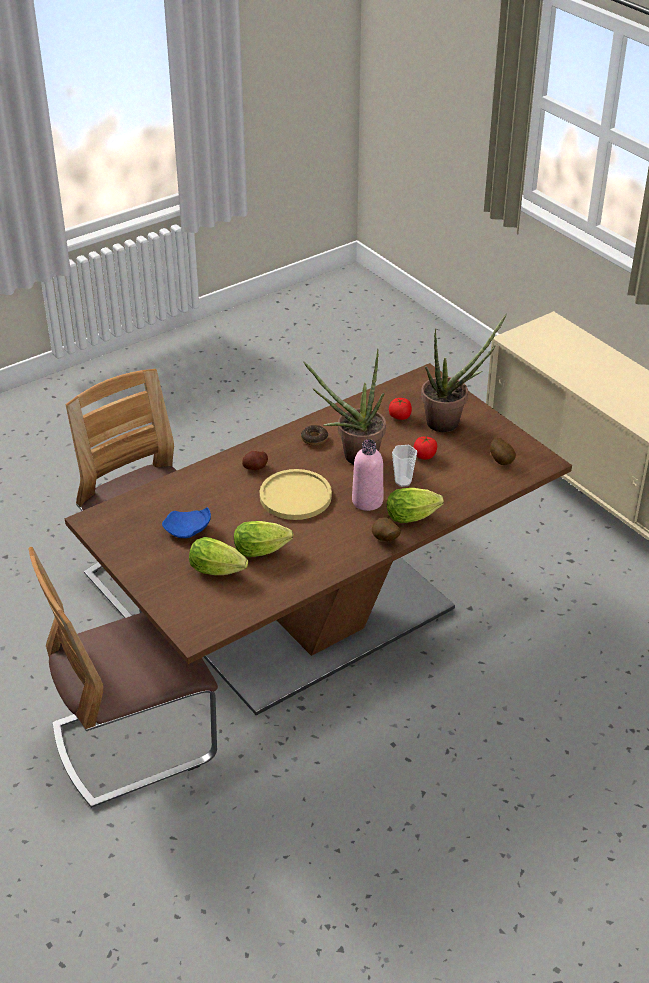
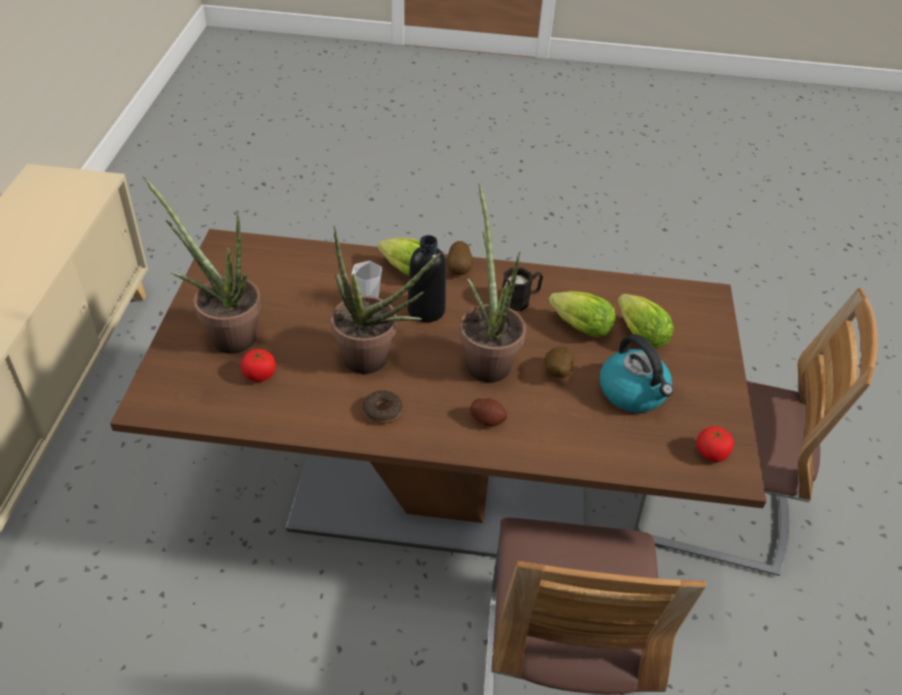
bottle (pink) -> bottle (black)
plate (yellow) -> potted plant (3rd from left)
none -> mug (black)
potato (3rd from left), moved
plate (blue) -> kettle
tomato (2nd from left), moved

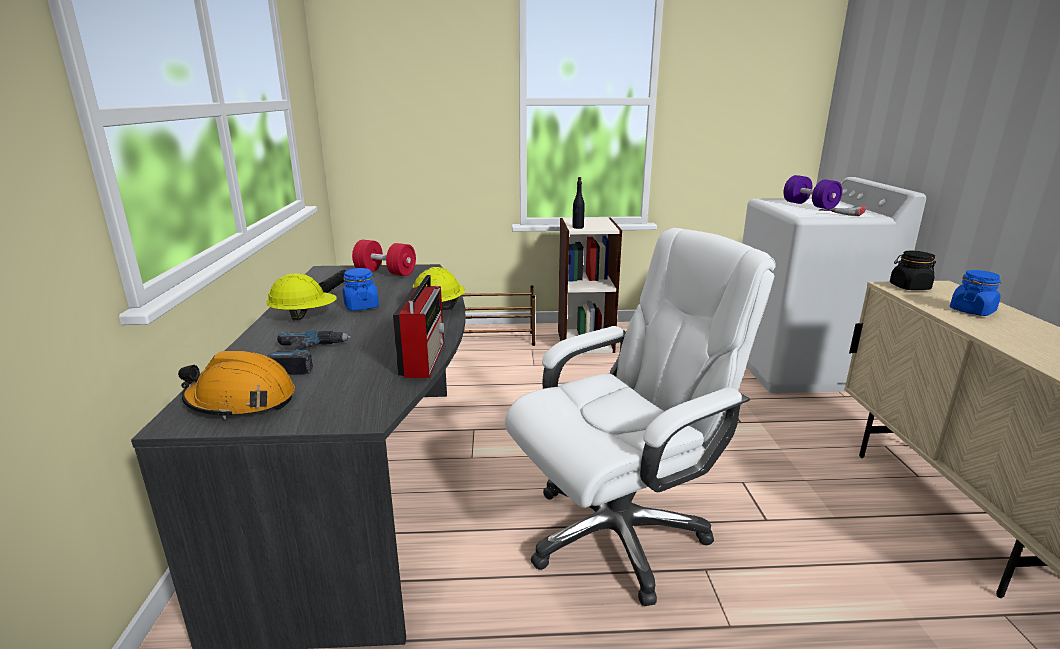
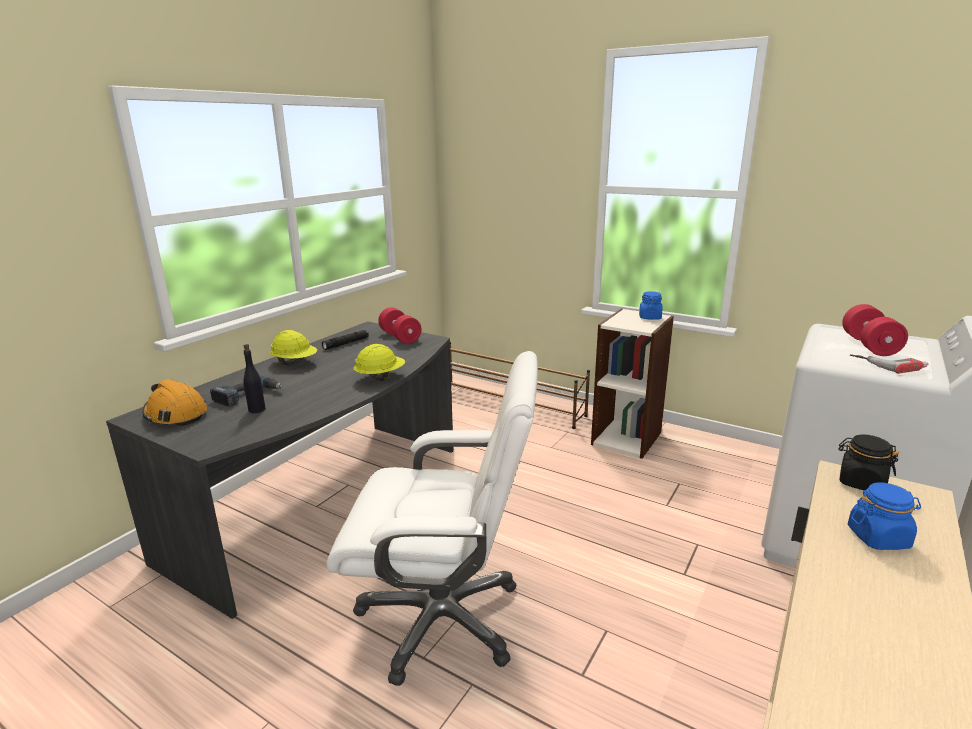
bottle (black), moved
jar (blue) (1st from left), moved
dumbbell (purple) -> dumbbell (red) (2nd from left)
radio -> none

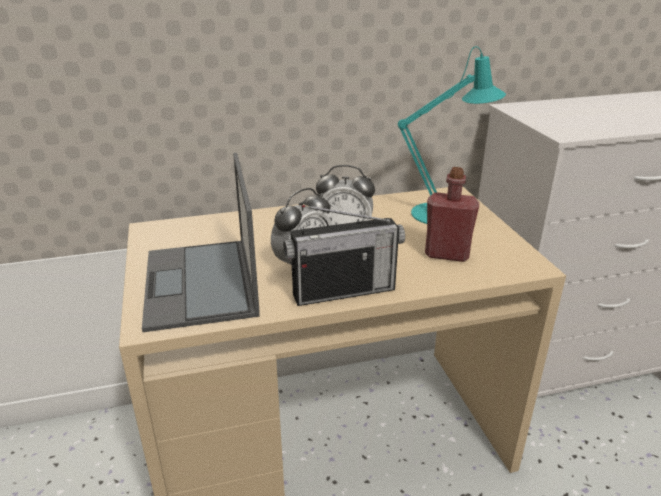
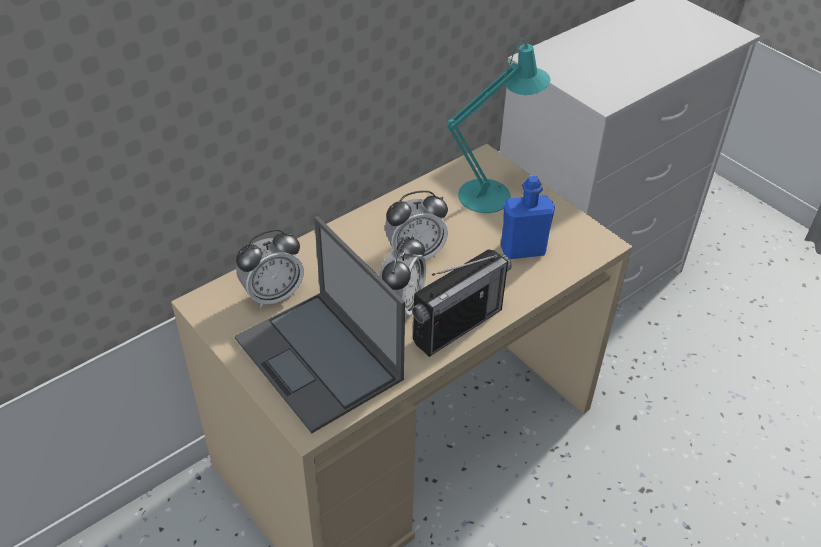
none -> alarm clock (1st from left)
bottle (red) -> bottle (blue)

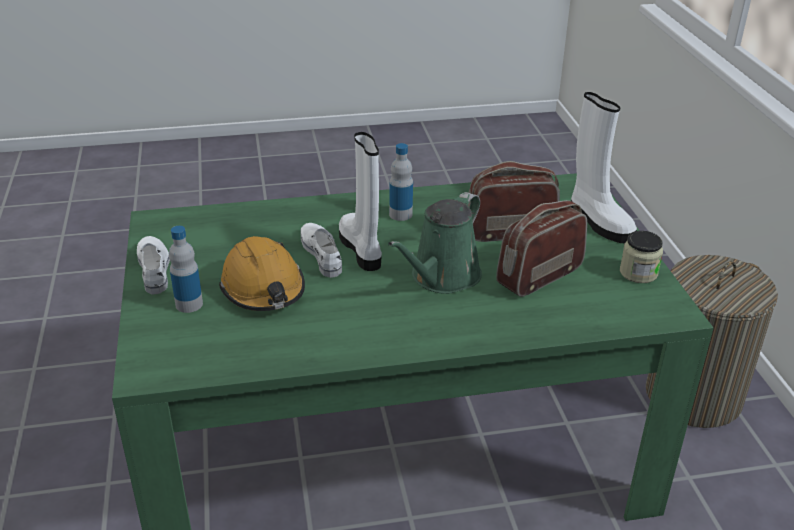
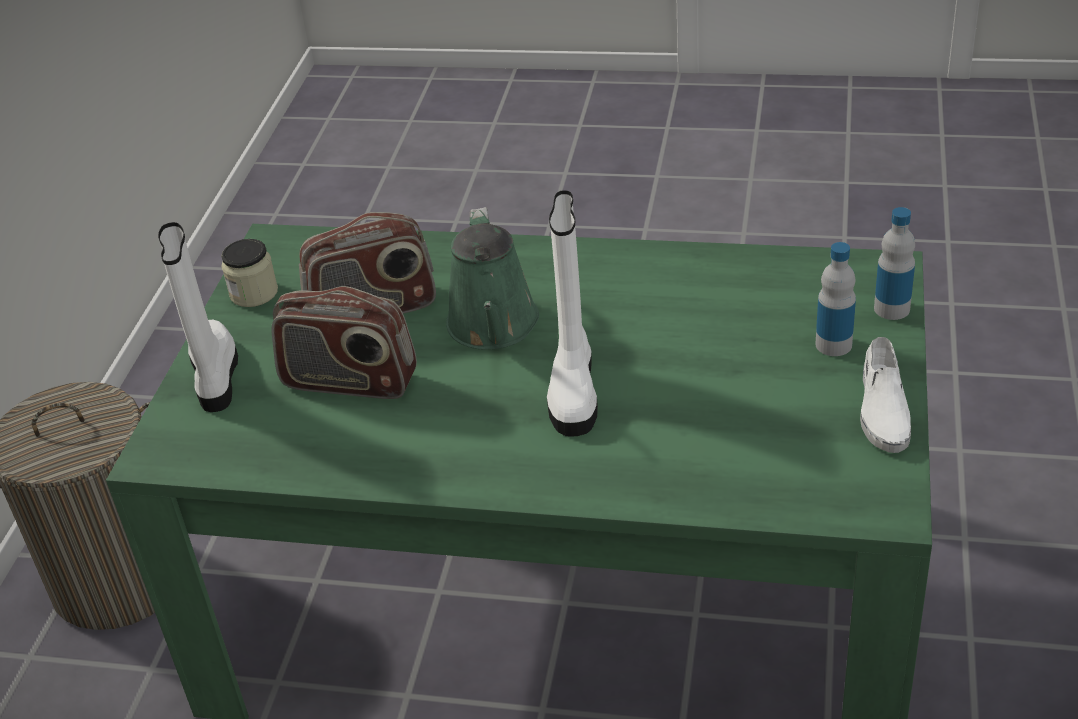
watering can (green), 120 degrees clockwise
bottle (2nd from left), moved
hard hat (orange) -> none
shoe (white) (2nd from left) -> none

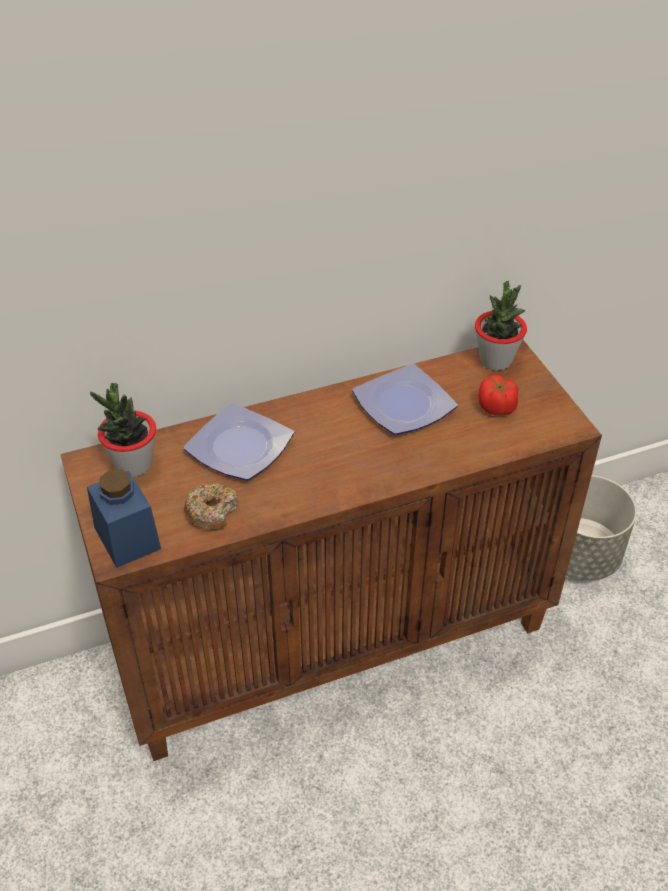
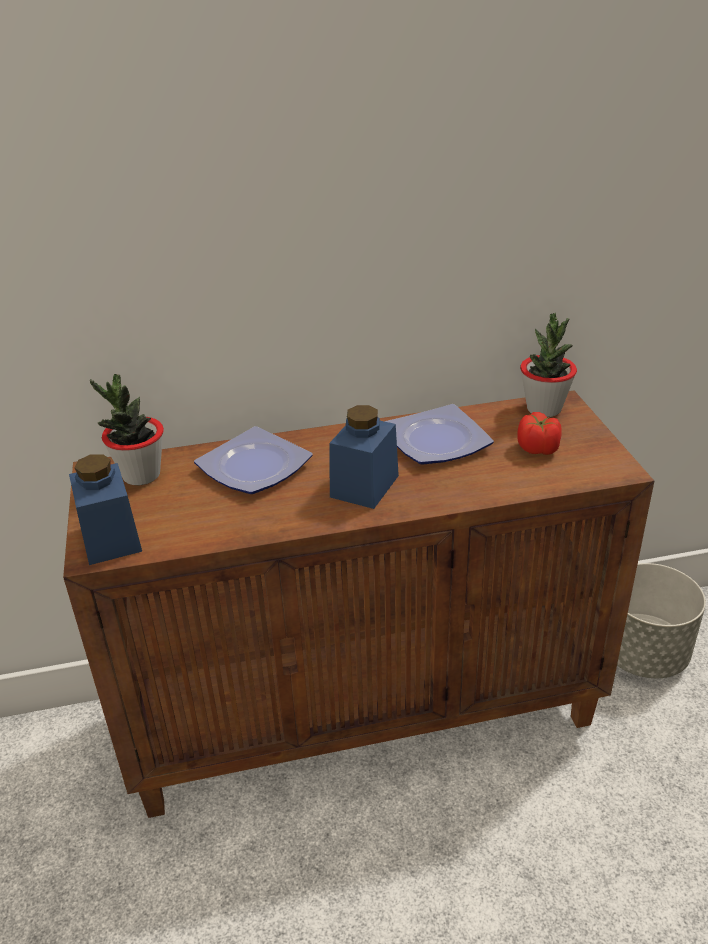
none -> jar (blue) (2nd from left)
donut -> none

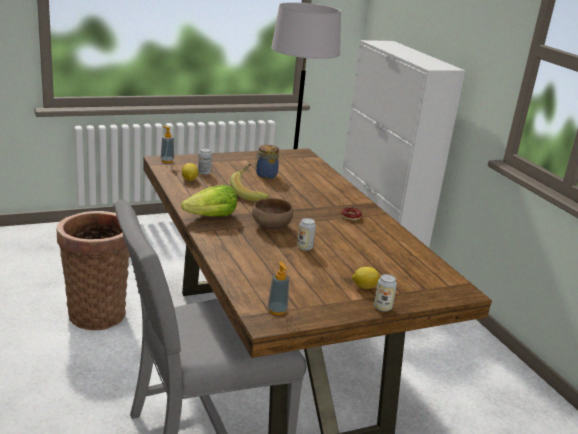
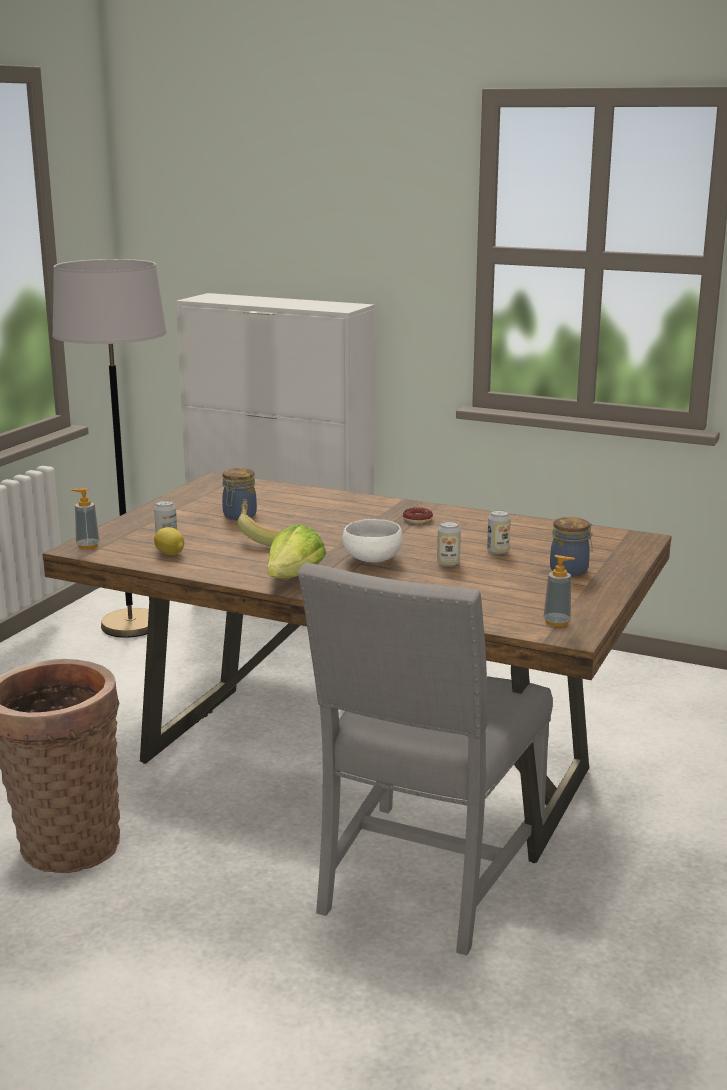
bowl (brown) -> bowl (white)
can (3rd from left), moved
lemon (2nd from left) -> jar (2nd from left)

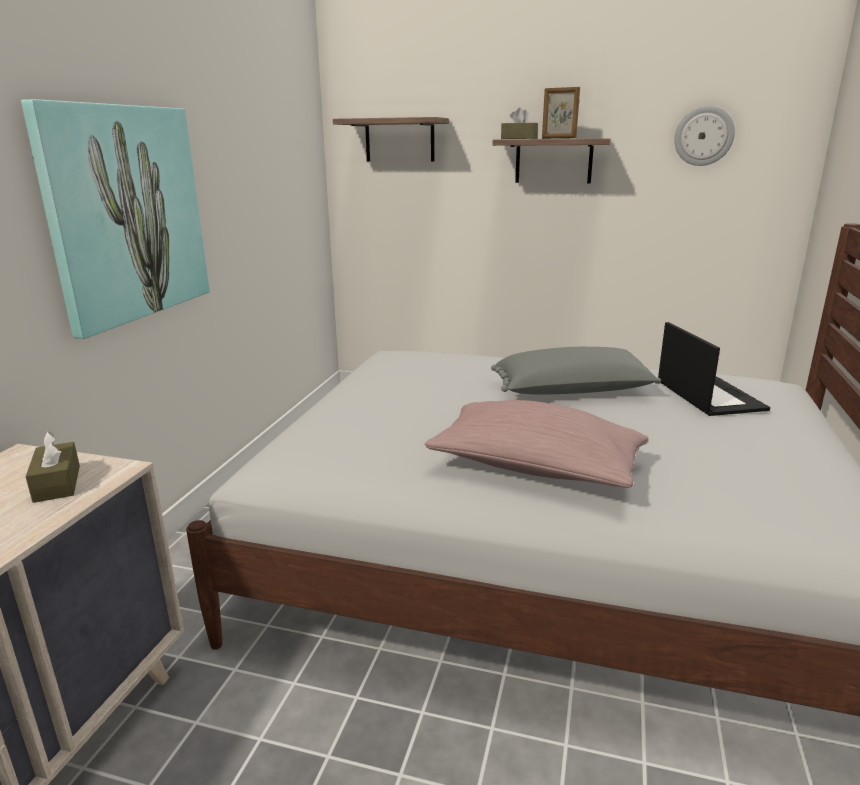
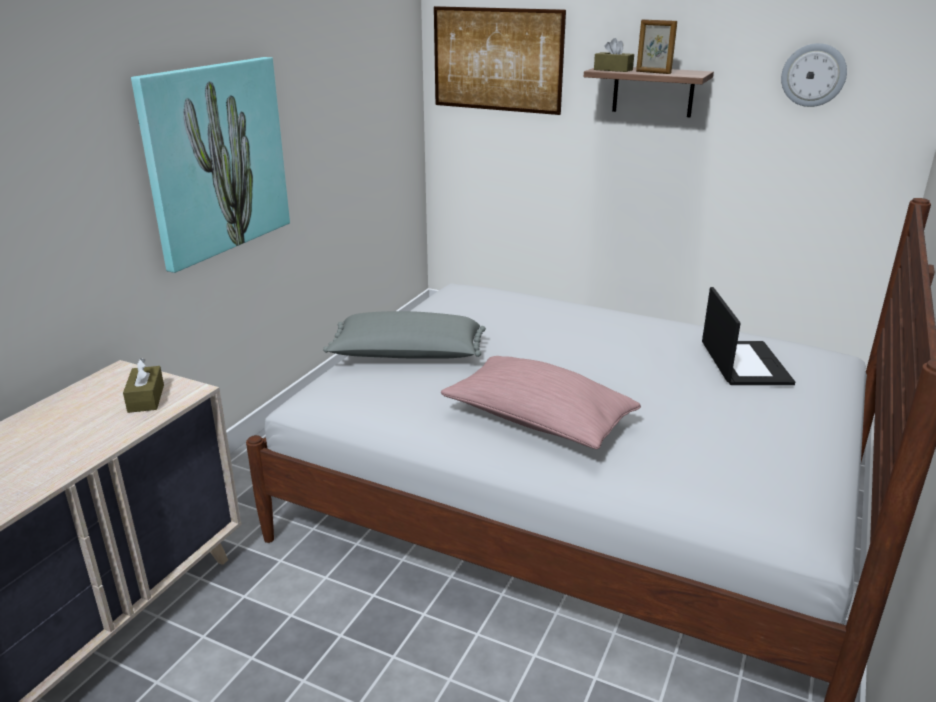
pillow (grey), moved
shelf (1st from left) -> picture (2nd from left)

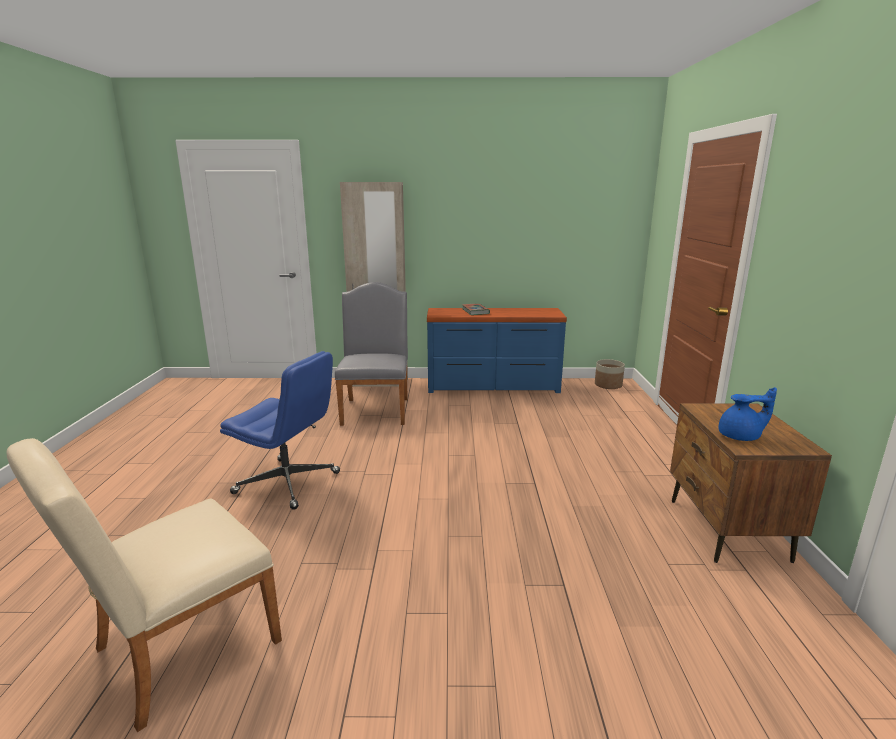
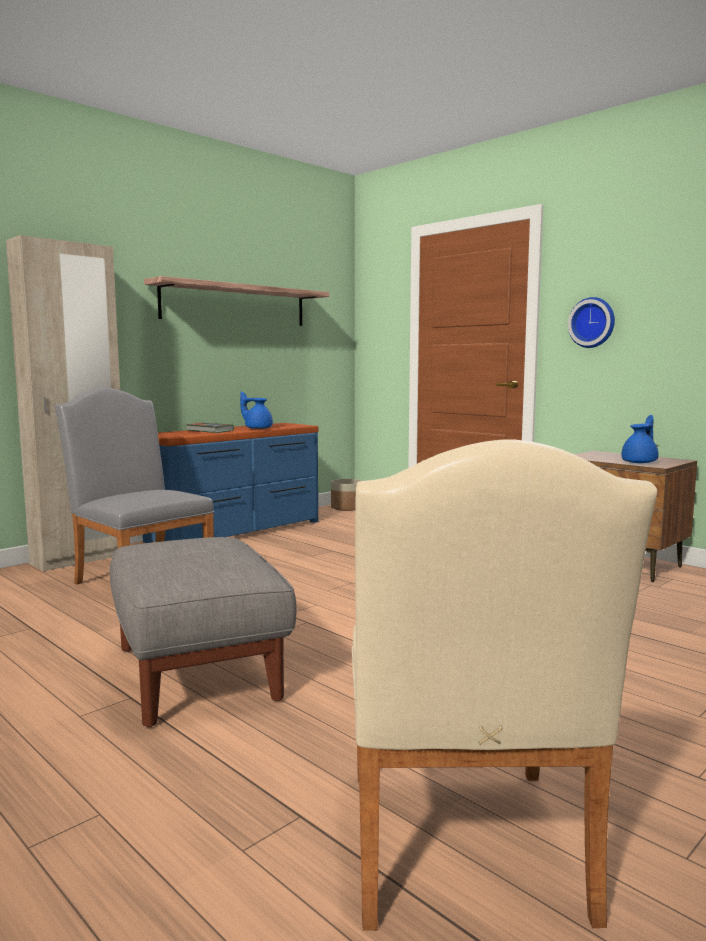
office chair (blue) -> ottoman (grey)
none -> shelf
none -> teapot (blue) (1st from left)
none -> wall clock

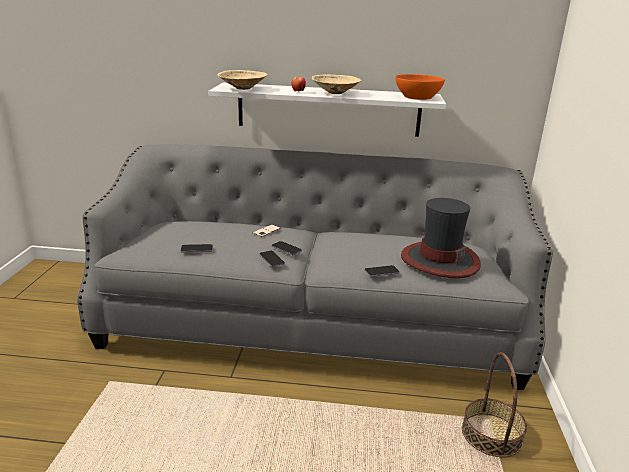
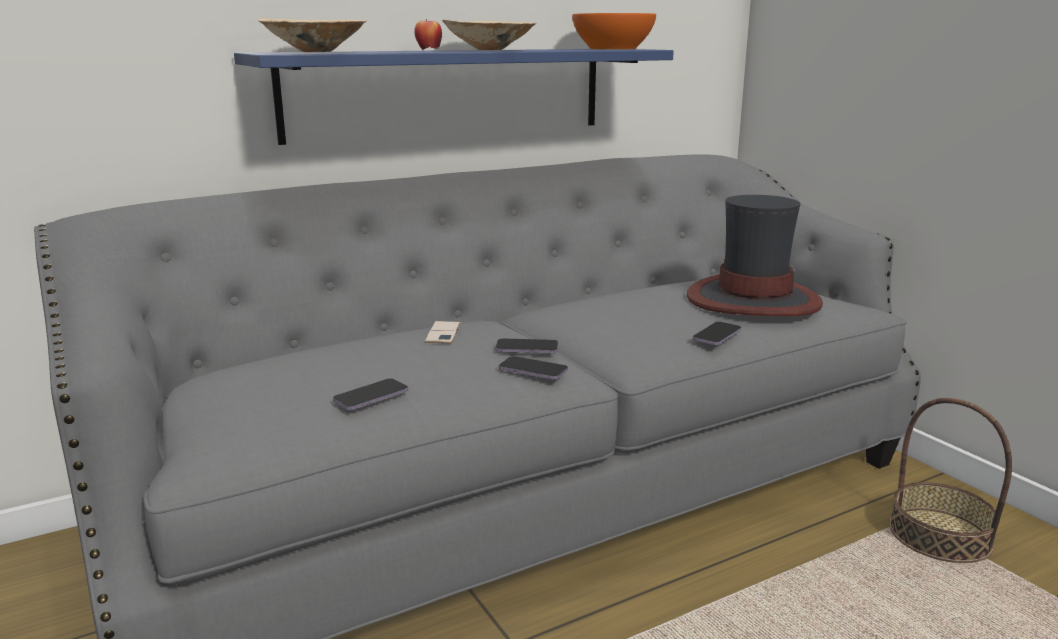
shelf (white) -> shelf (blue)

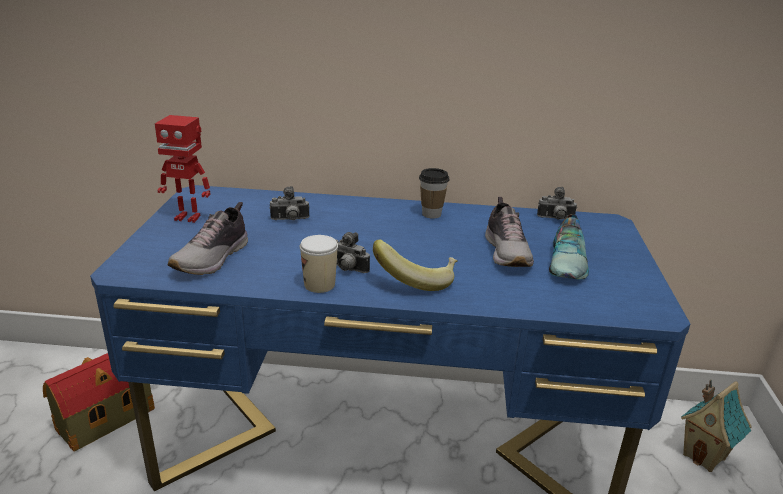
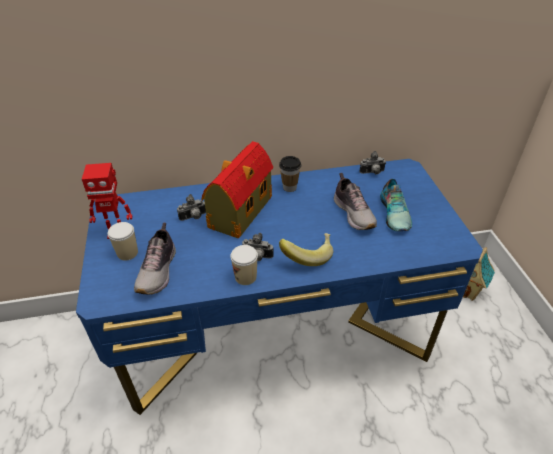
none -> cup (1st from left)
toy house (1st from left), moved

